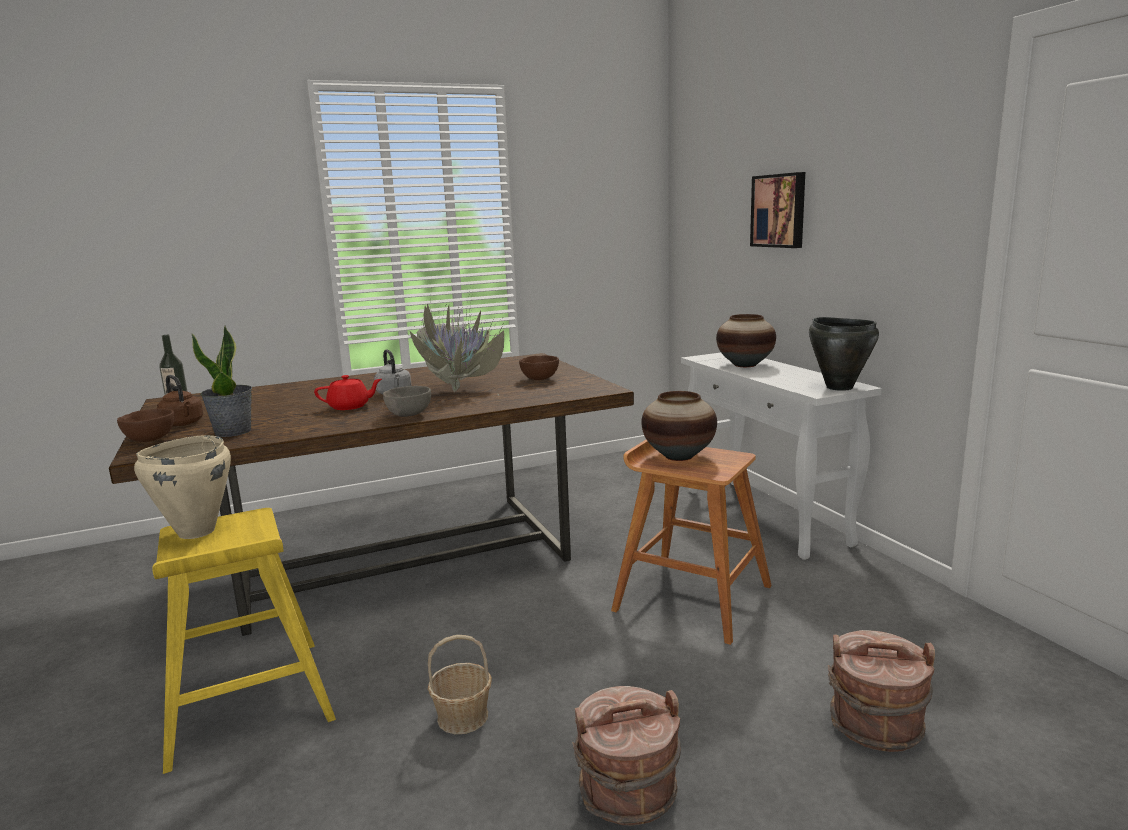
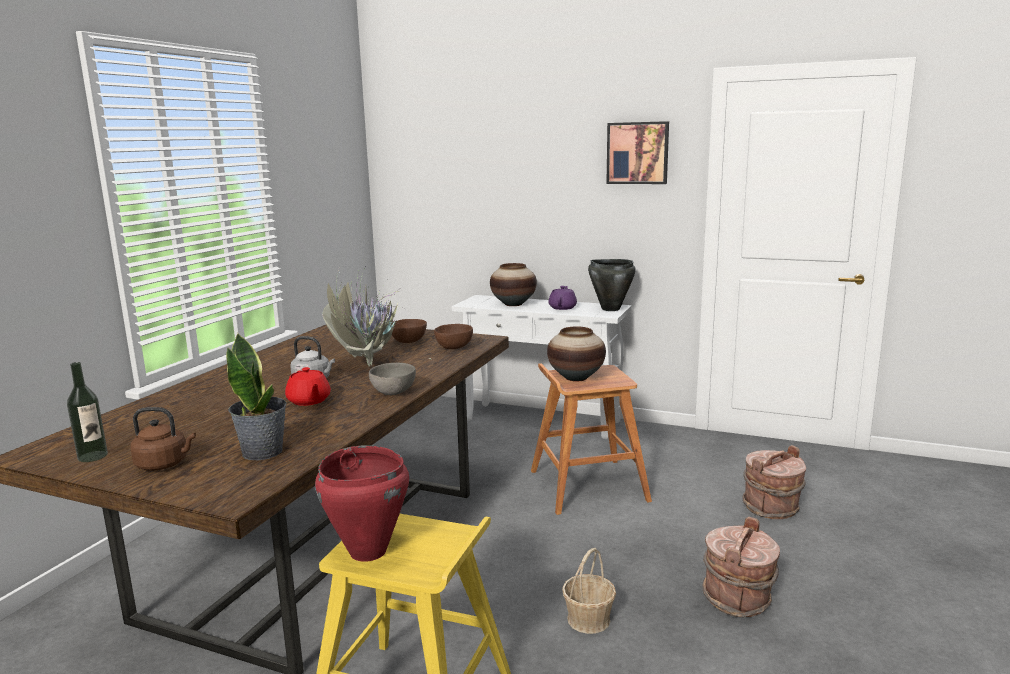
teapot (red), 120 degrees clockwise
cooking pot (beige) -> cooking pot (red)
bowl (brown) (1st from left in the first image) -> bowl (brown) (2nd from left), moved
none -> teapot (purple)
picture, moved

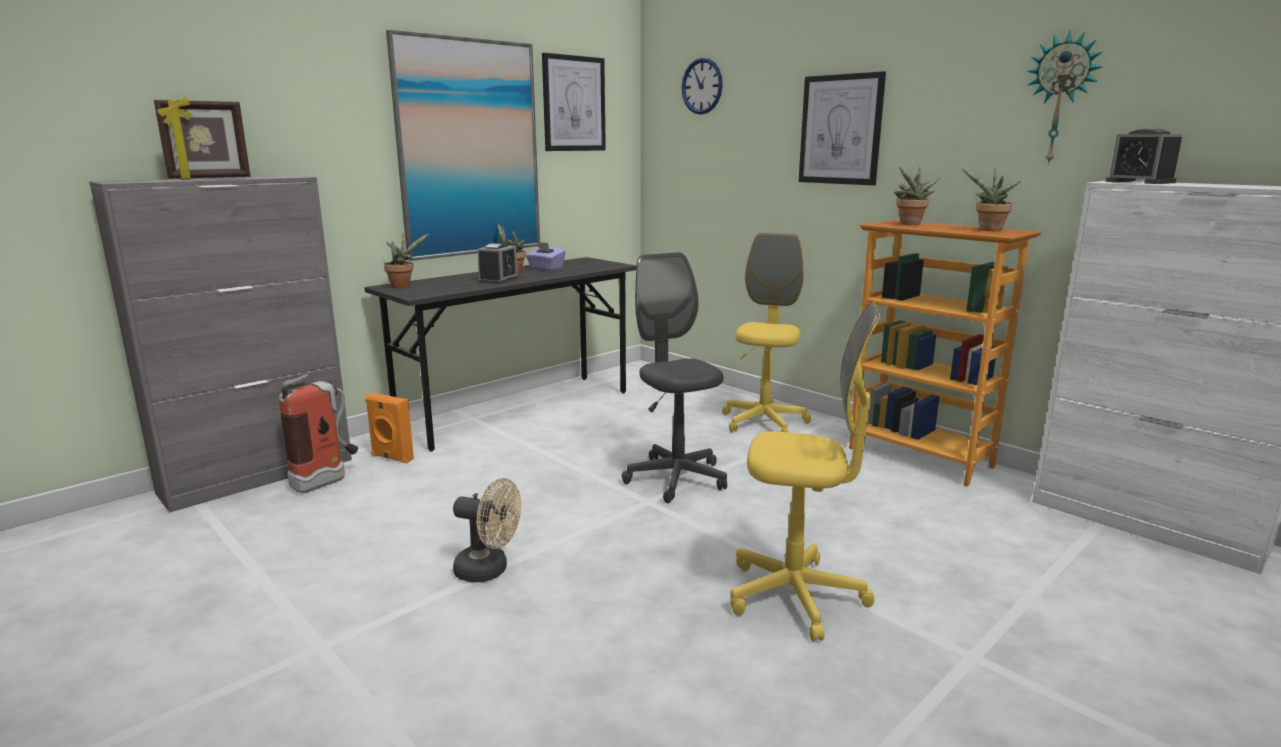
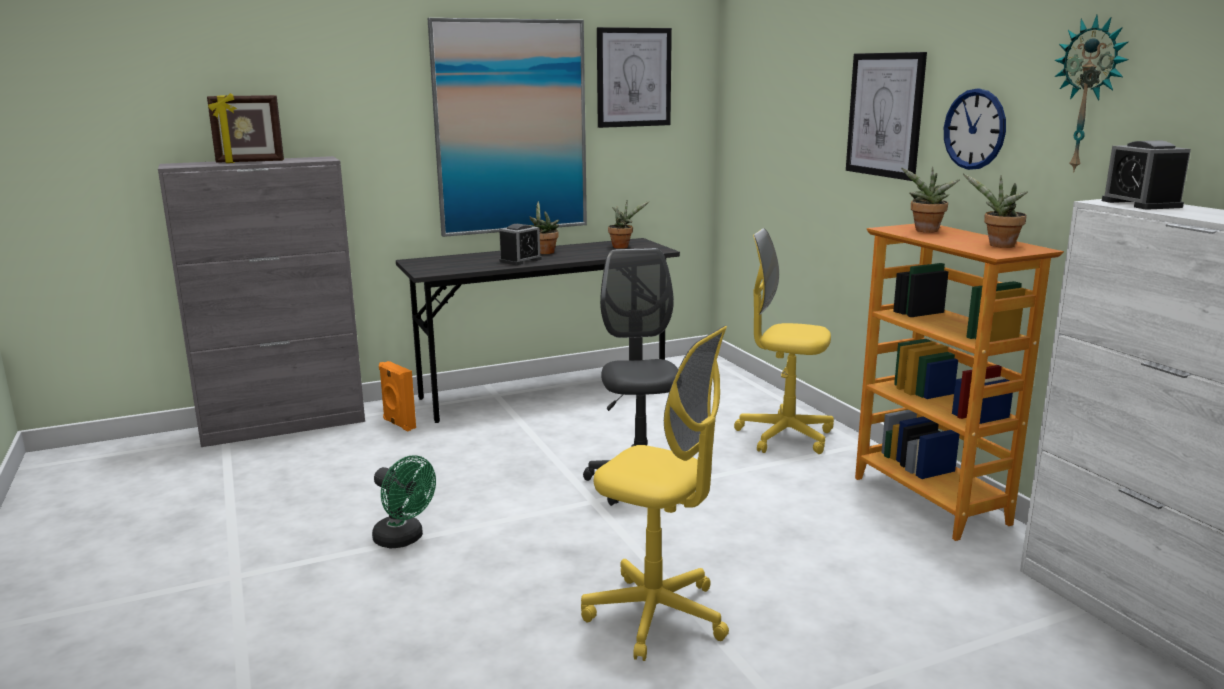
fan (beige) -> fan (green)
potted plant (1st from left in the first image) -> potted plant (2nd from left), moved
office chair (yellow) (1st from left in the first image) -> office chair (yellow) (2nd from left), 105 degrees counterclockwise
wall clock (1st from left), moved
fire extinguisher -> none
tissue box (purple) -> none

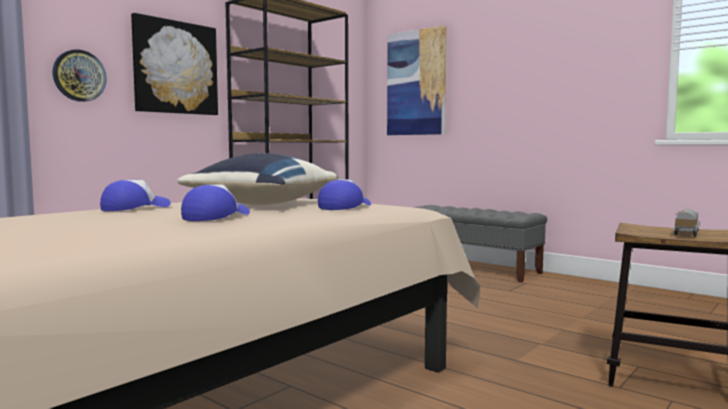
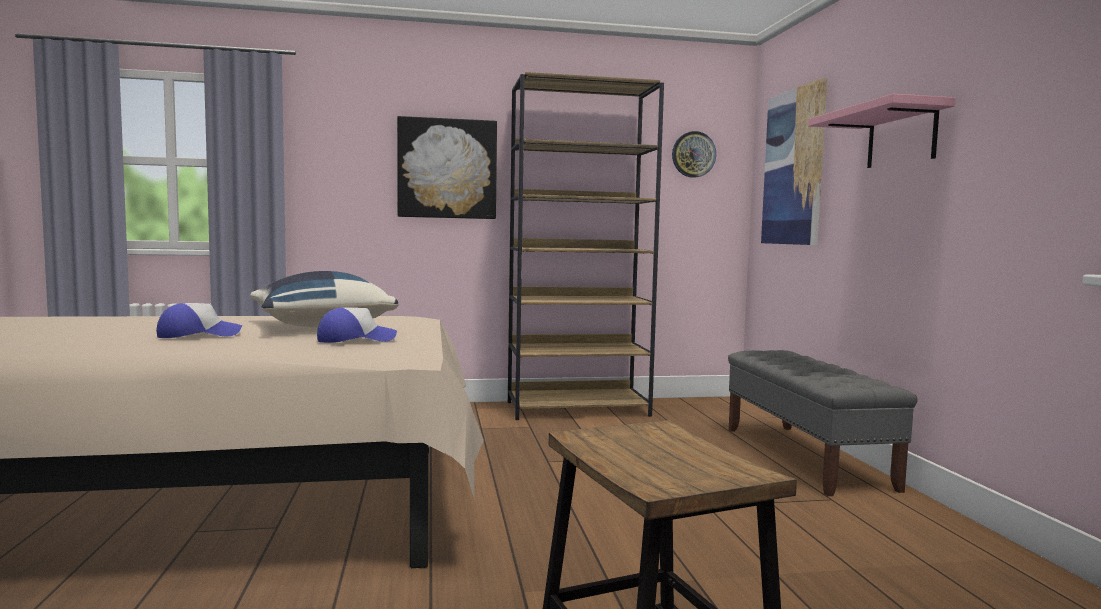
wall clock, moved
none -> shelf (pink)
cap (1st from left) -> none
toy truck -> none

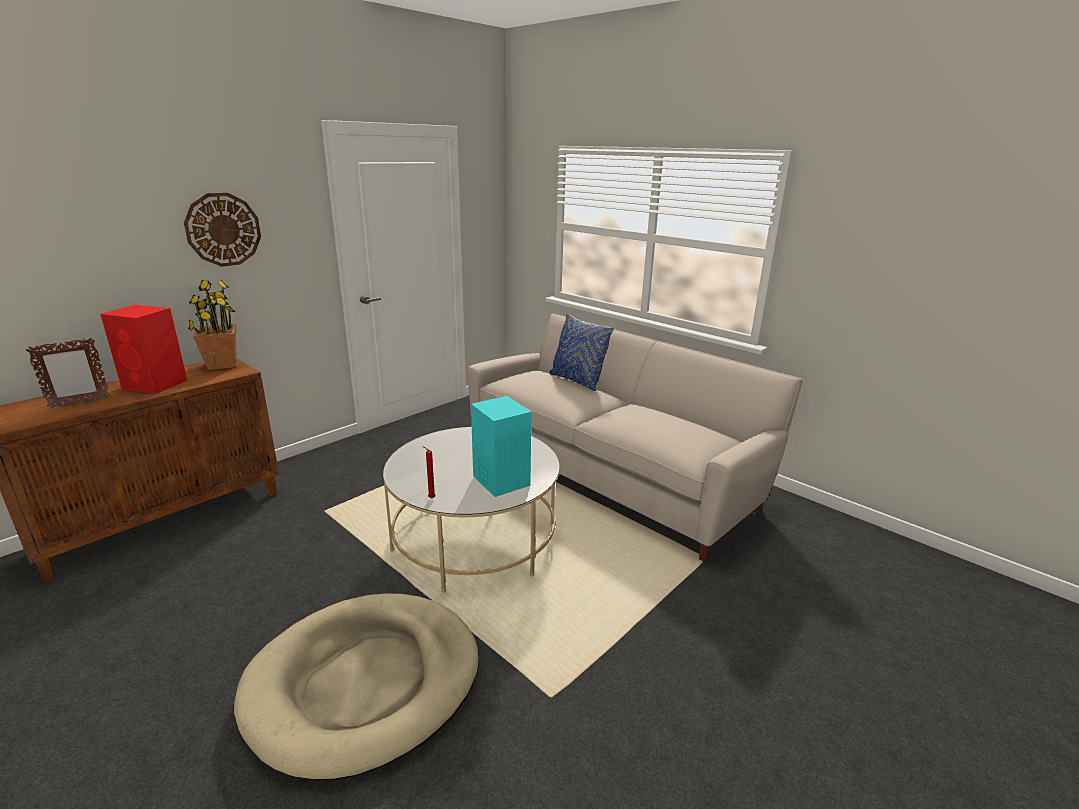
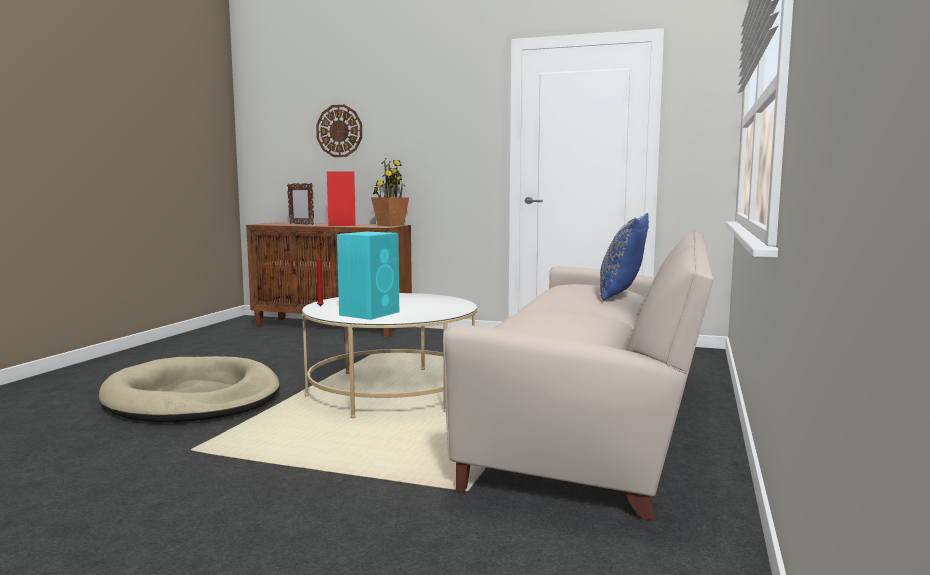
wall clock, moved

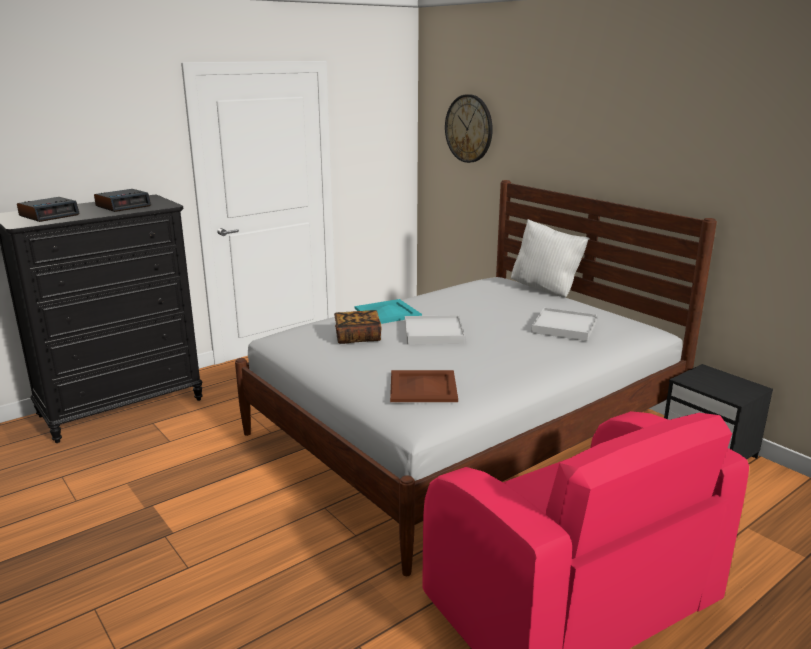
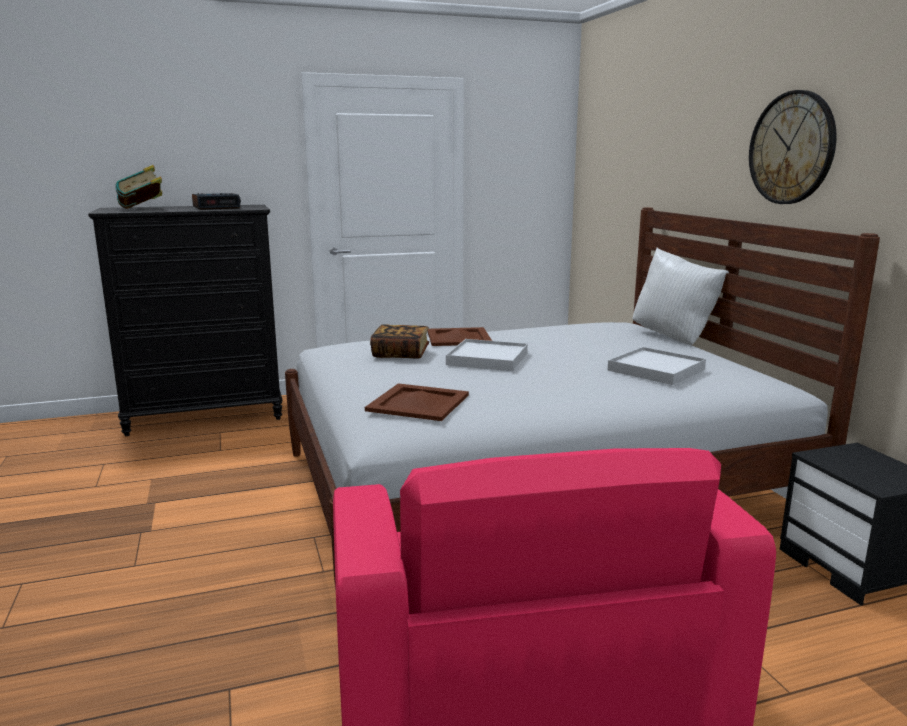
alarm clock (1st from left) -> book (1st from left)
tray (turquoise) -> tray (brown) (2nd from left)
wall clock, moved

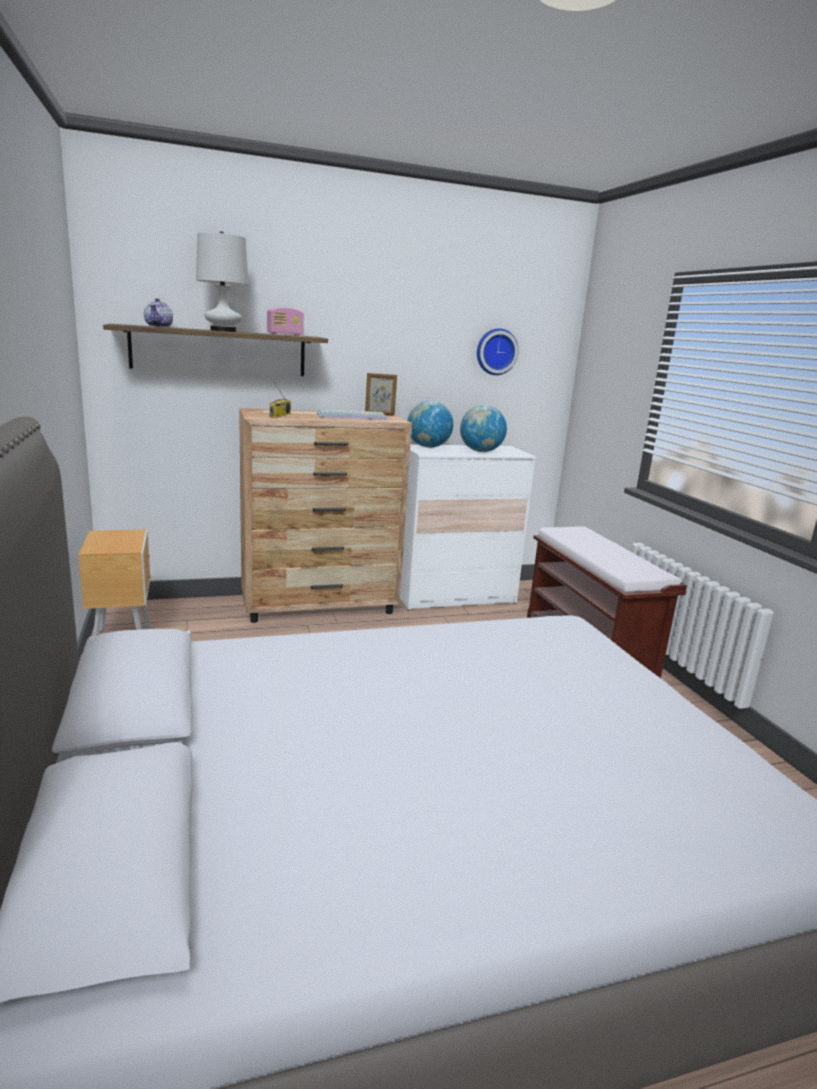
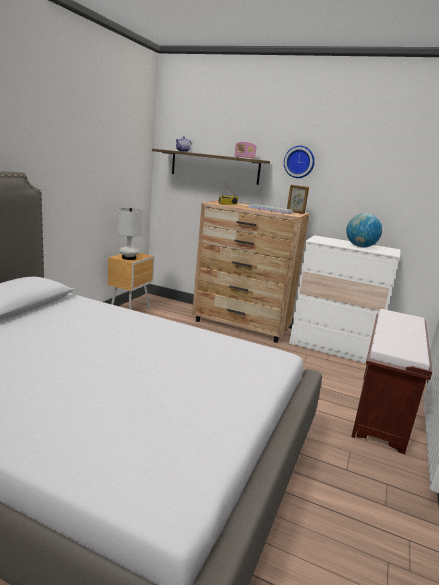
table lamp (white), moved
wall clock, moved
globe (1st from left) -> none

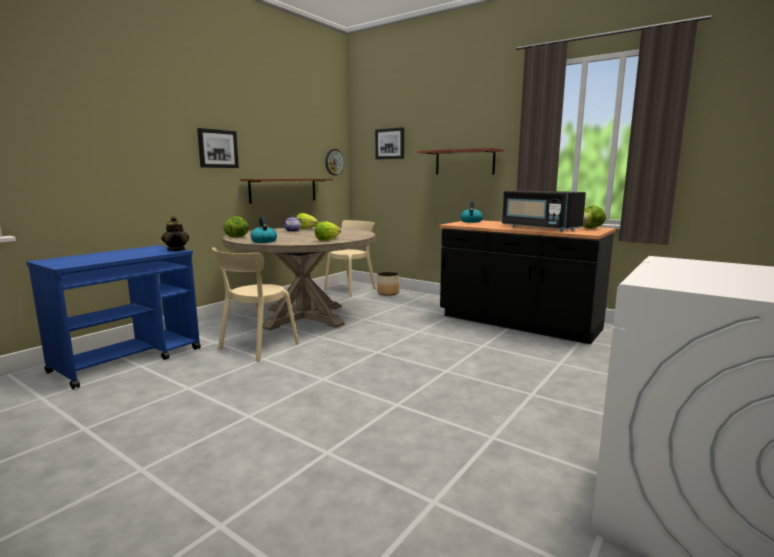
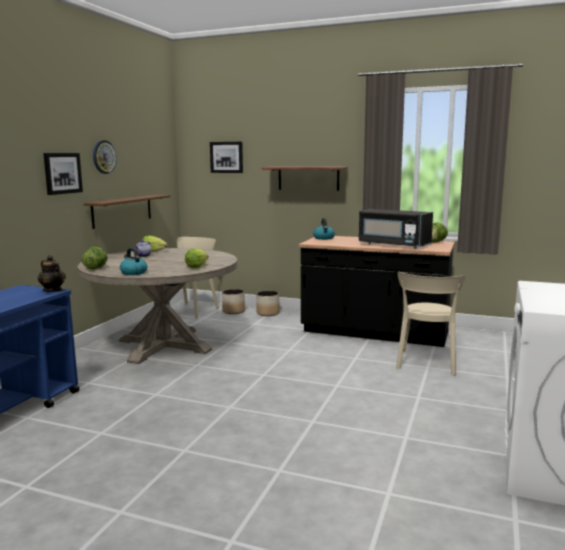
wall clock, moved
none -> planter (2nd from left)
chair (beige) (1st from left in the first image) -> chair (beige) (2nd from left), moved

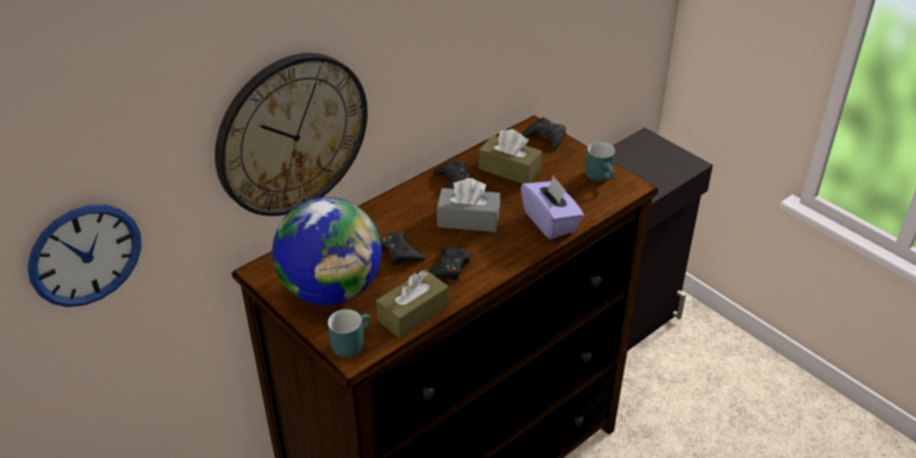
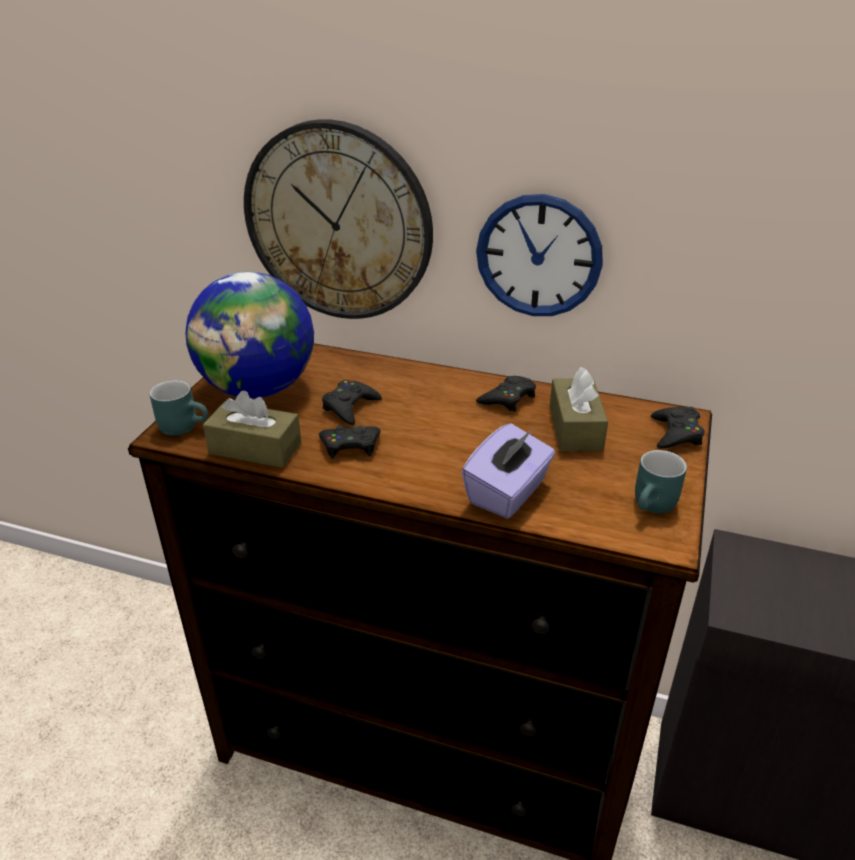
wall clock (1st from left in the first image) -> wall clock (2nd from left), moved
tissue box (grey) -> none

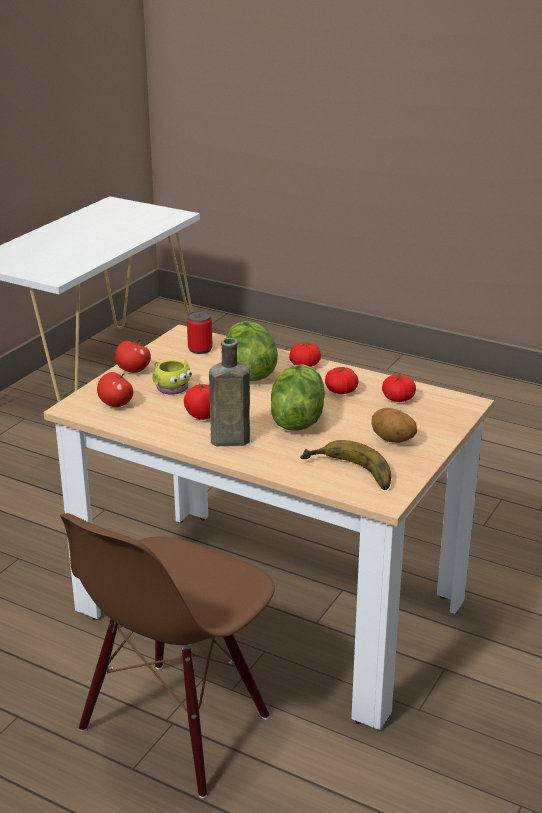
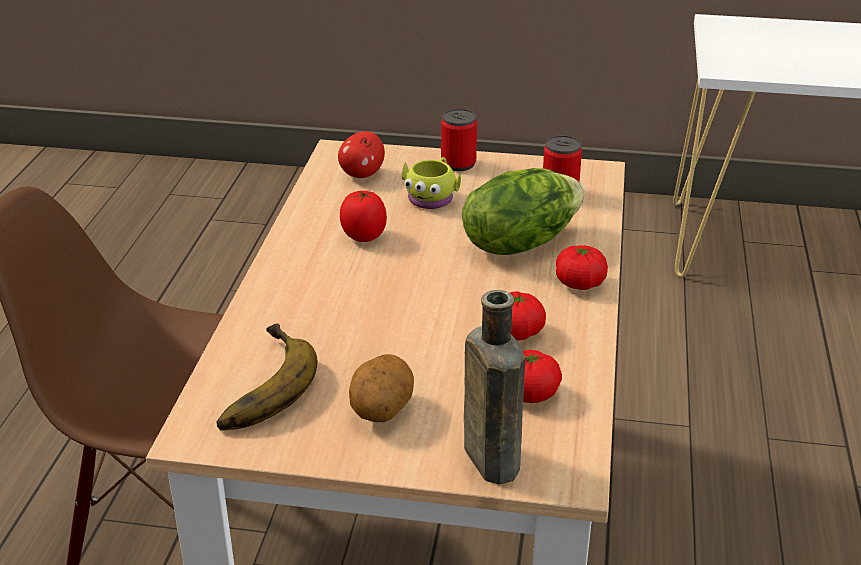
apple (2nd from left) -> can (1st from left)
bottle (brown), moved
lettuce (2nd from left) -> none

